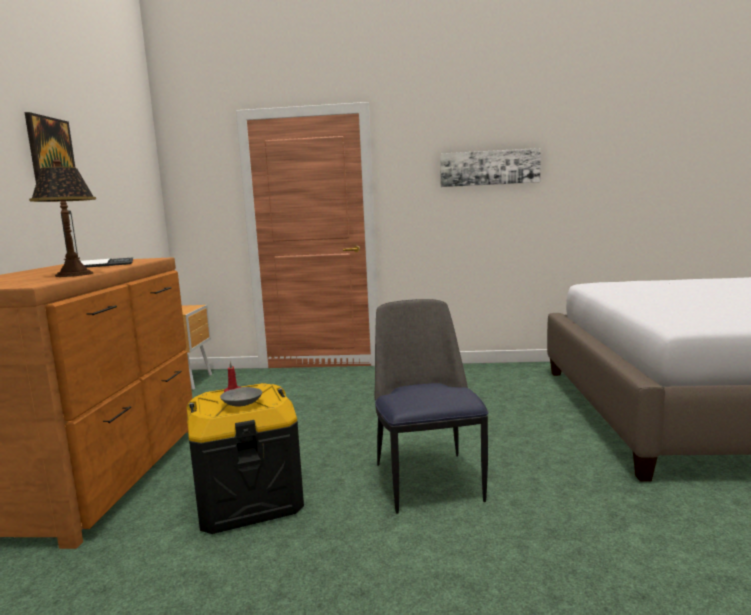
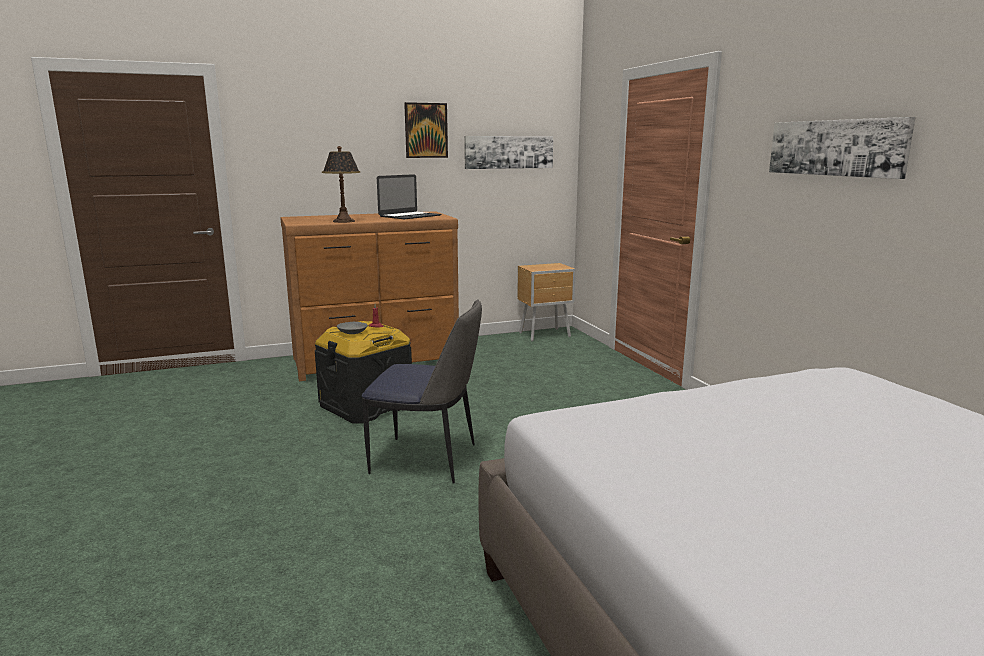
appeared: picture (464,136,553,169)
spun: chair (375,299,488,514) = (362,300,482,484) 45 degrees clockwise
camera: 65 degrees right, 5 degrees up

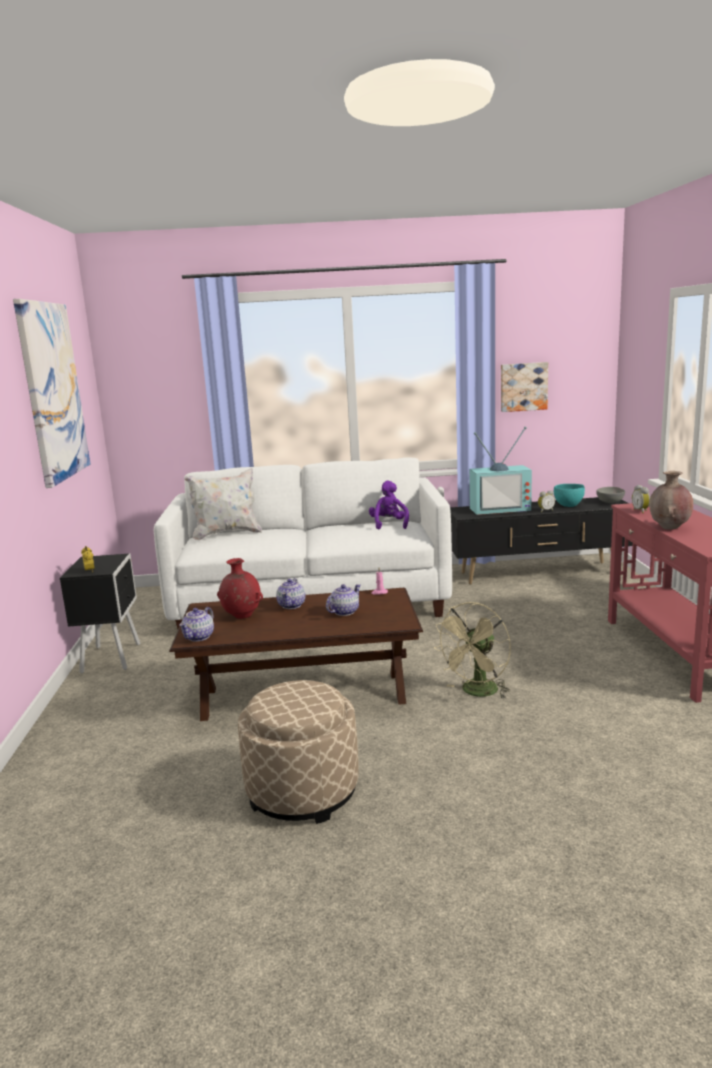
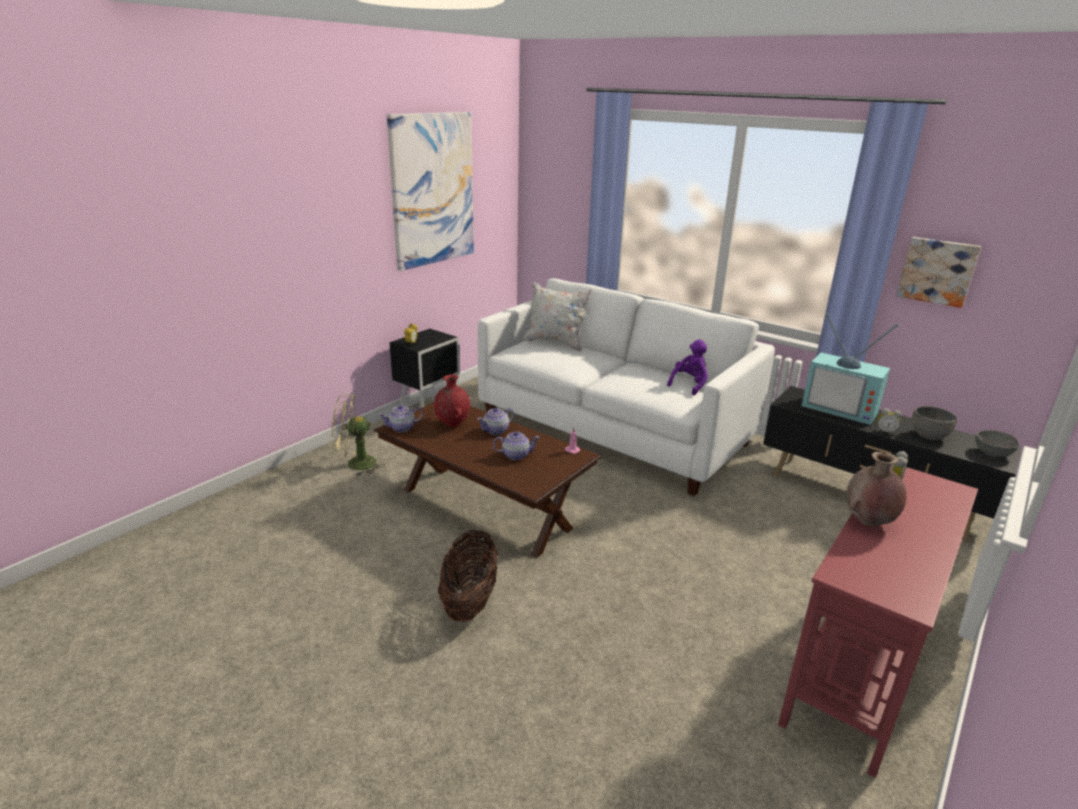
missing: pouffe (sand-coloured) (238,680,359,824)
appeared: household basket (438,530,498,622)
relocated: electric fan (sand-coloured) (434,602,511,699) to (331,393,385,476)
colour: bowl (turquoise-coloured) (554,484,585,507) to bowl (gray) (912,406,958,440)
camera: 40 degrees right, 10 degrees up

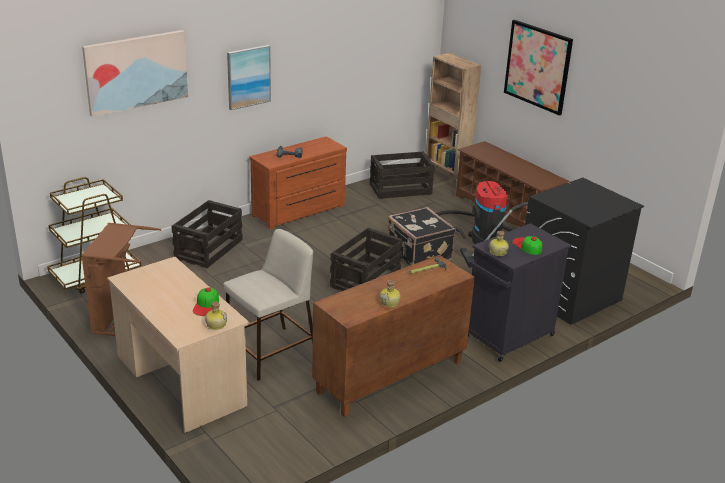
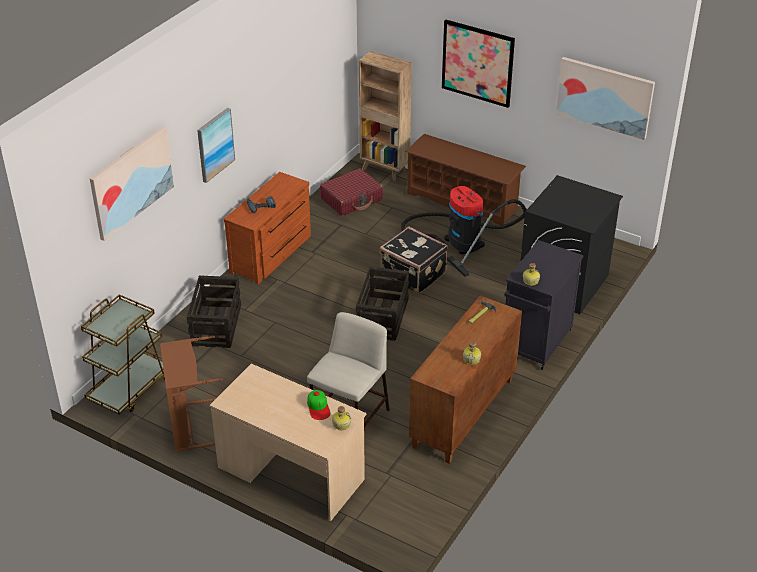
missing: peaked cap (513,236,542,255)
appeared: picture (556,57,655,140)
exchanged: shipping crate (370,151,435,199) to travel case (reddish) (320,168,383,216)
camera: 20 degrees left, 10 degrees up

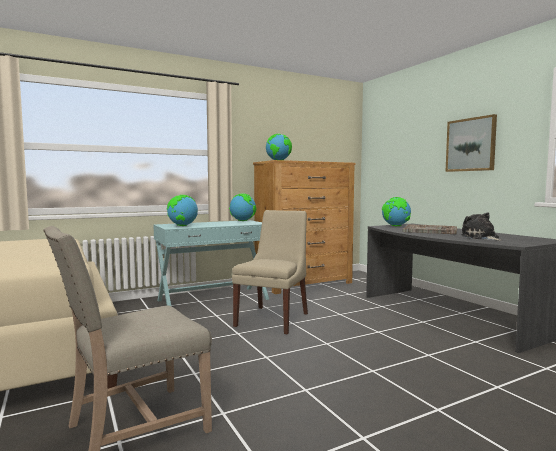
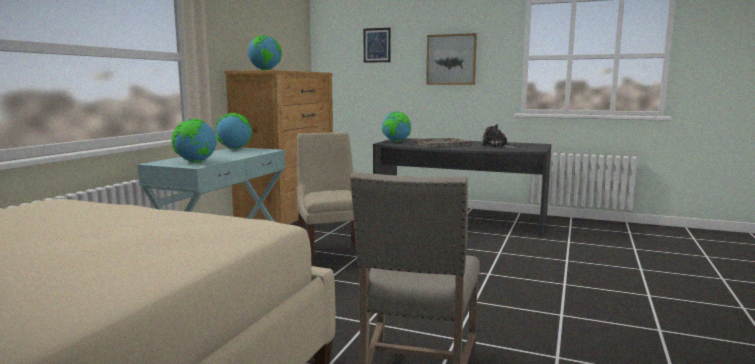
appeared: picture (364,28,391,63)
camera: 40 degrees left, 5 degrees up

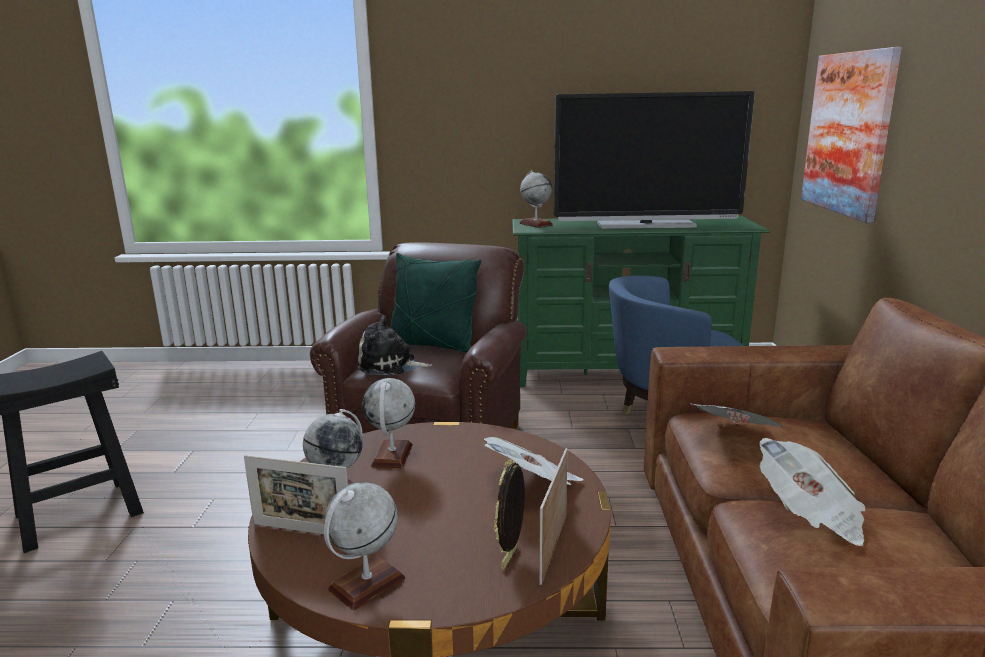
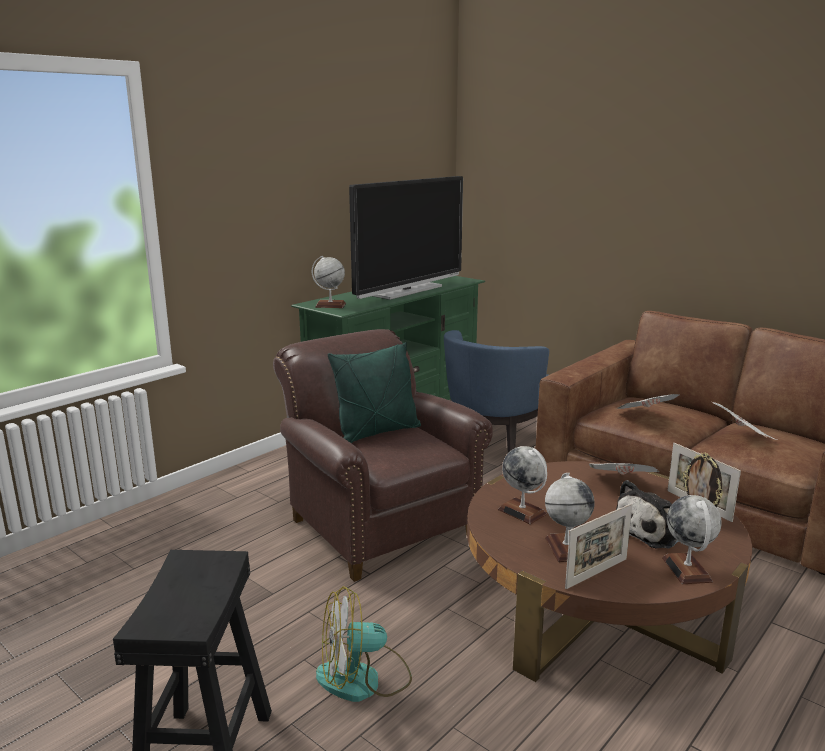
missing: picture (801,47,902,223)
appeared: electric fan (316,586,412,702)
relocated: plush toy (357,315,432,375) to (616,480,678,549)
camera: 50 degrees left, 0 degrees up

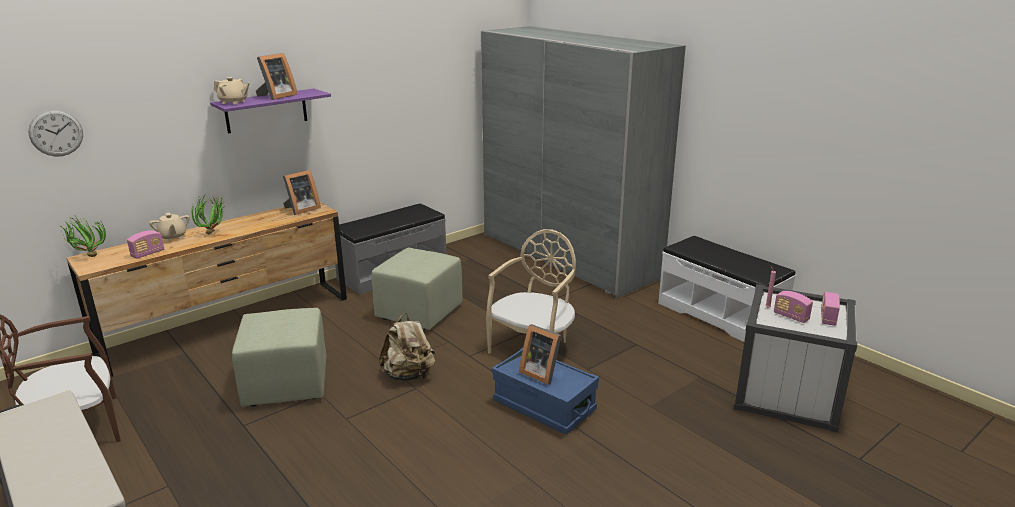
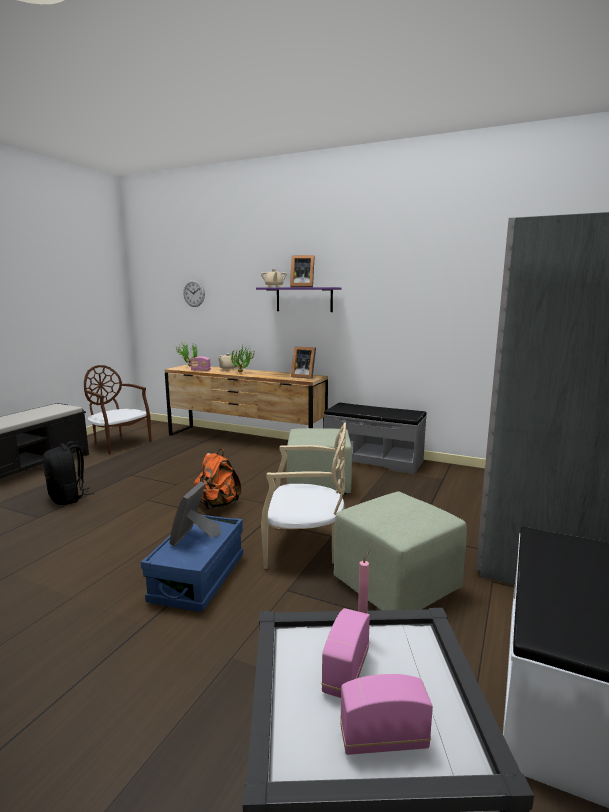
appeared: rucksack (black-coloured) (43,441,94,505)
relocated: pouffe (green) (232,308,326,407) to (334,491,467,610)
colour: rucksack (sand-coloured) (379,313,435,381) to rucksack (orangey) (194,449,241,509)
camera: 65 degrees right, 10 degrees down

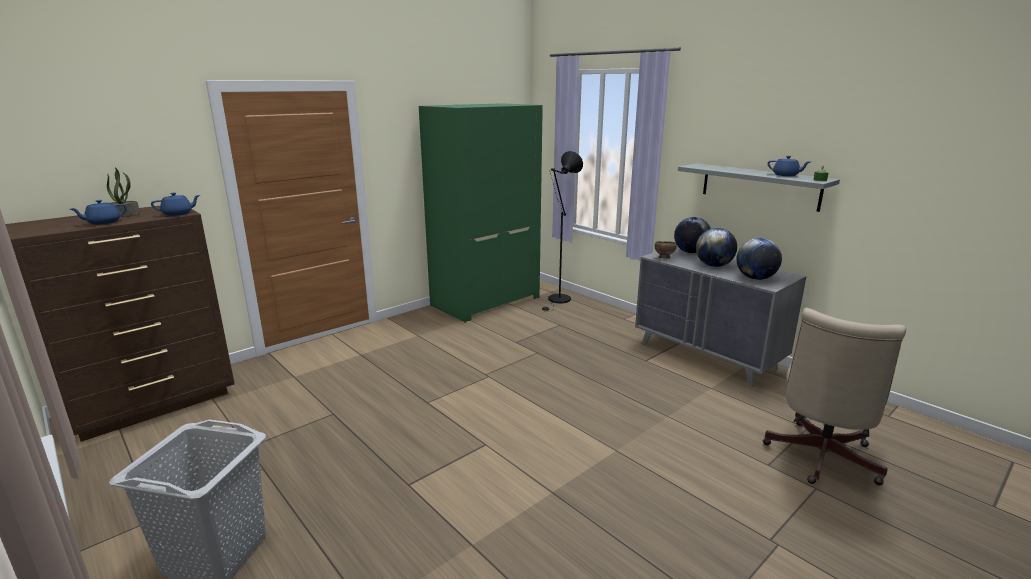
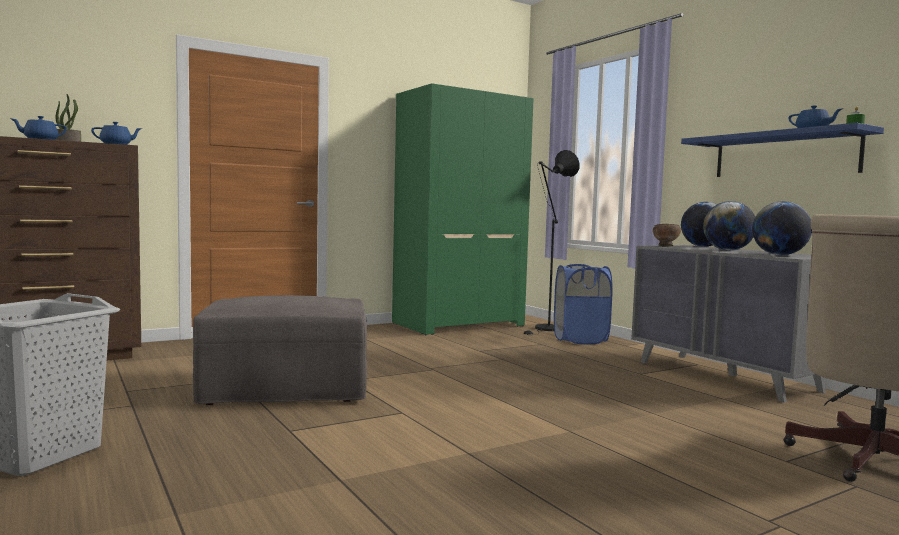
appeared: pouffe (gray) (193,295,367,405); laundry basket (bluish) (554,264,613,345)
colour: bracket shelf (gray) (678,163,840,212) to bracket shelf (bluish) (681,123,884,177)
camera: 10 degrees right, 15 degrees down

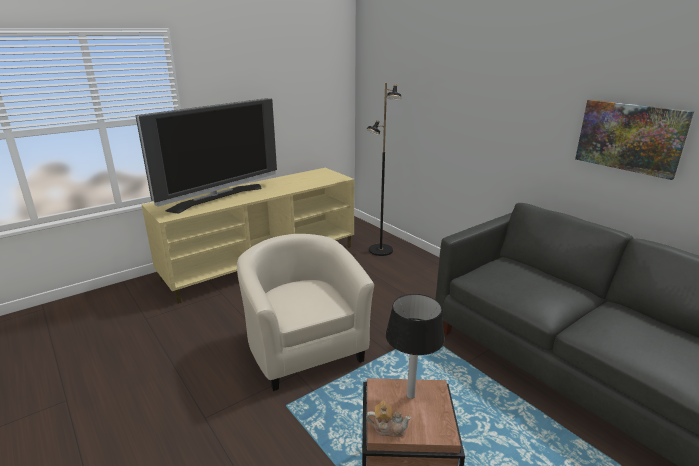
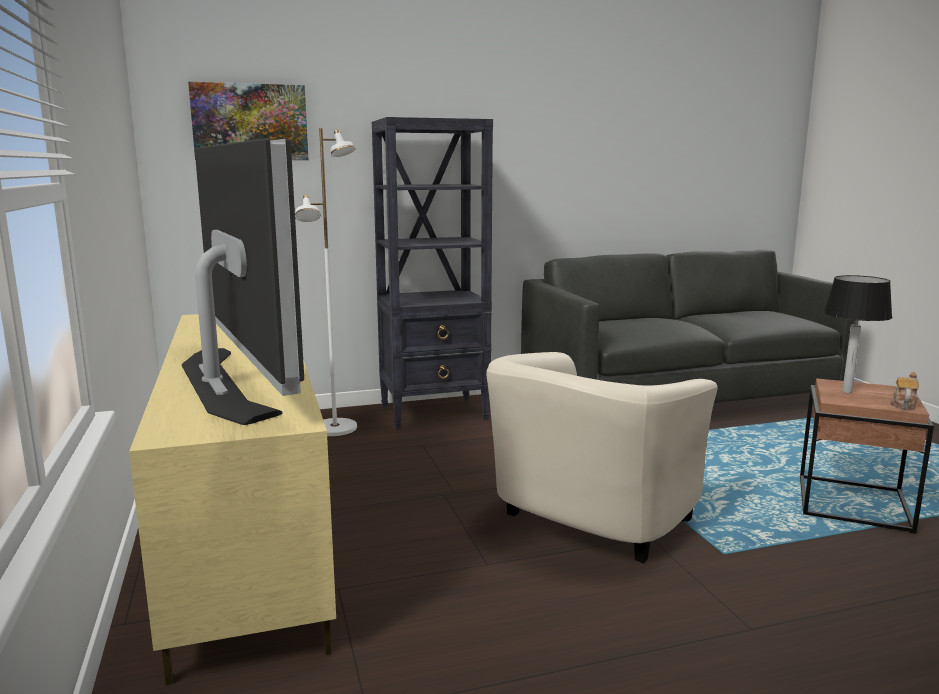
appeared: shelving unit (black-coloured) (372,117,493,430)
relocated: picture (575,100,694,180) to (188,82,308,160)
colour: floor lamp (black-coloured) (367,83,402,256) to floor lamp (whitish) (295,128,357,436)
spun: easy chair (sand-coloured) (237,234,374,391) = (486,352,718,563) 45 degrees counterclockwise
camera: 70 degrees left, 10 degrees down

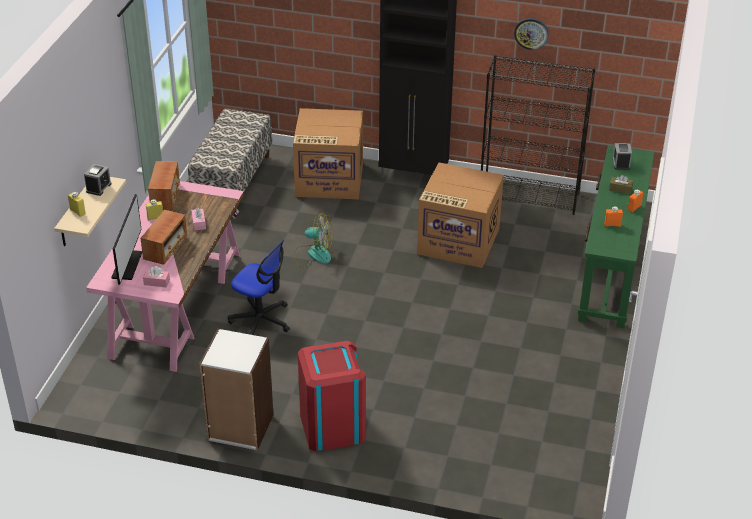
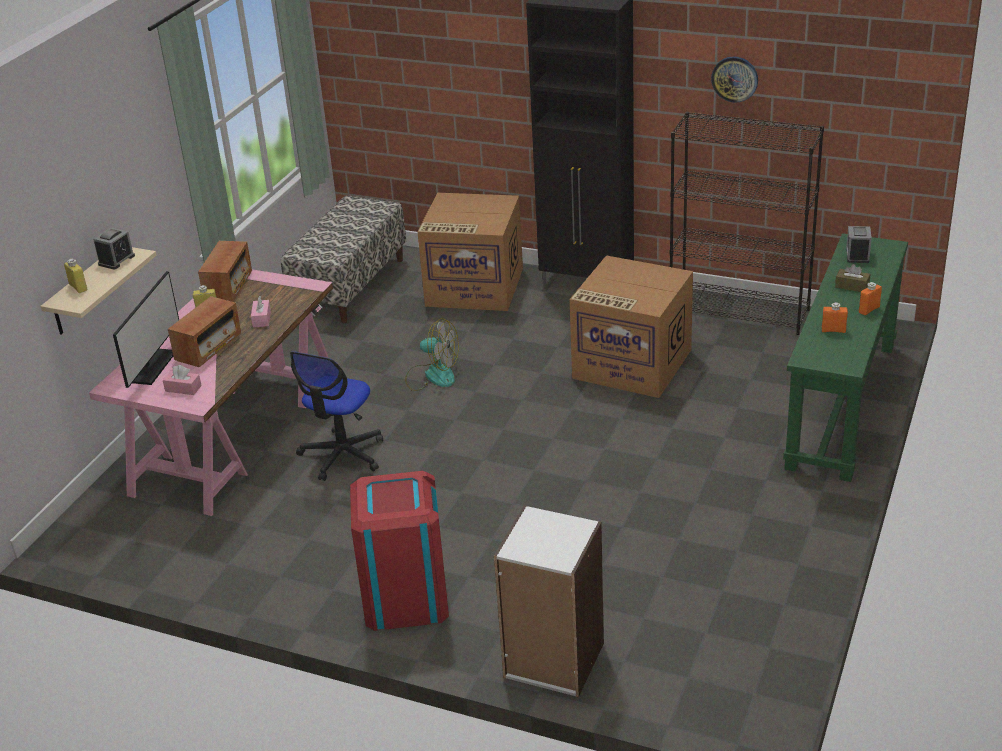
relocated: shelving unit (whitish) (199,329,274,451) to (494,505,604,697)
spun: computer chair (228,240,290,335) = (290,351,383,481) 75 degrees clockwise
camera: 10 degrees right, 5 degrees down

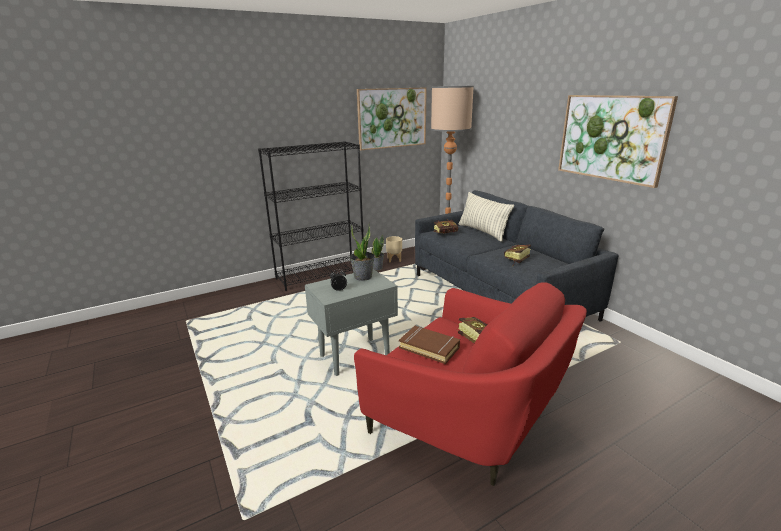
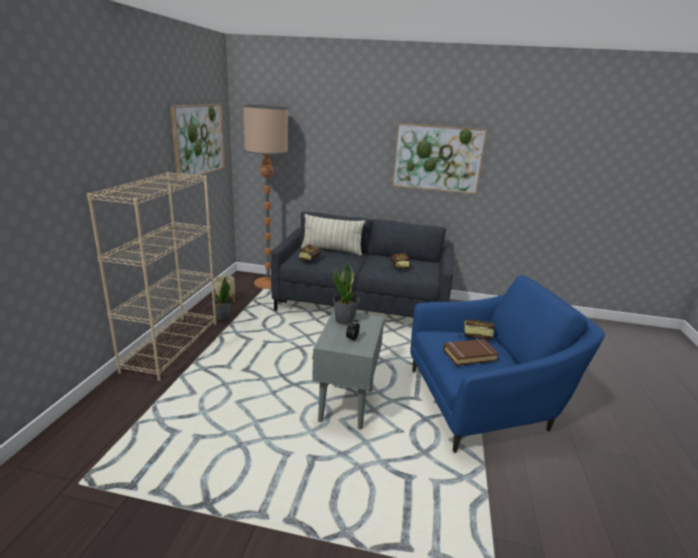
colour: shelving unit (black-coloured) (258,141,364,291) to shelving unit (sand-coloured) (87,172,216,381); easy chair (reddish) (354,282,587,486) to easy chair (bluish) (410,275,605,453)
camera: 50 degrees left, 0 degrees up

